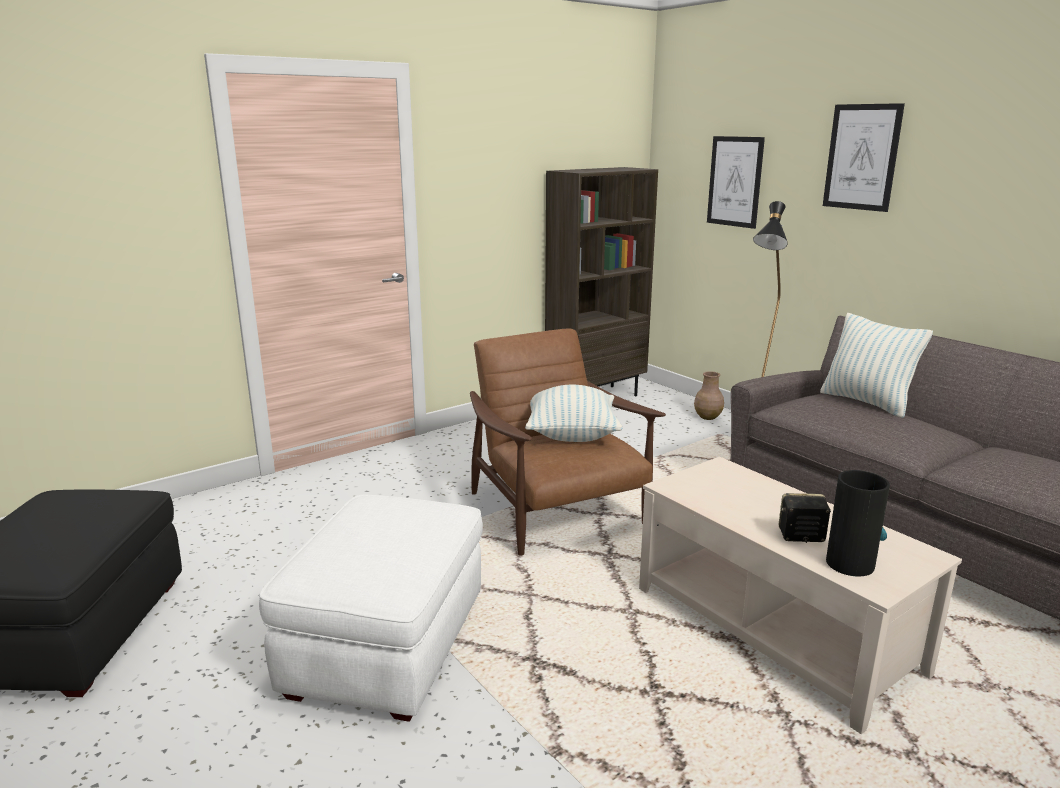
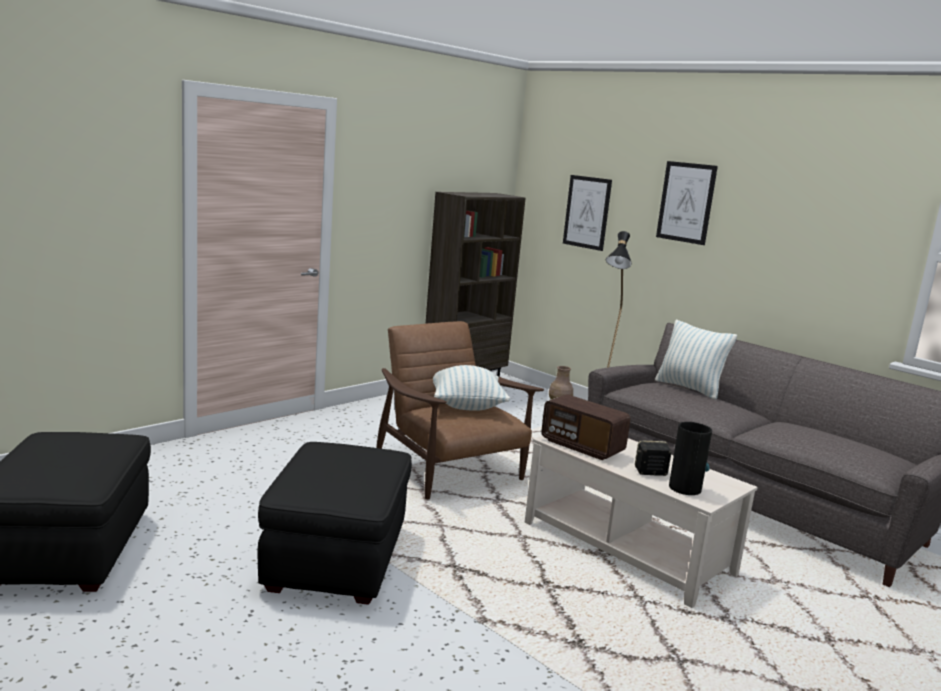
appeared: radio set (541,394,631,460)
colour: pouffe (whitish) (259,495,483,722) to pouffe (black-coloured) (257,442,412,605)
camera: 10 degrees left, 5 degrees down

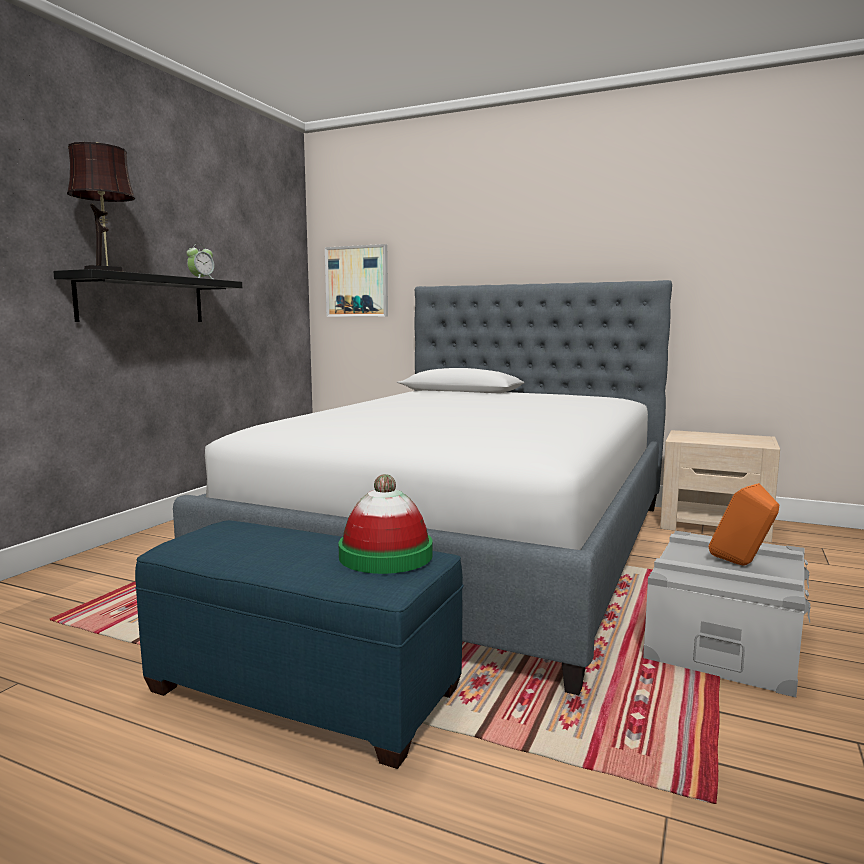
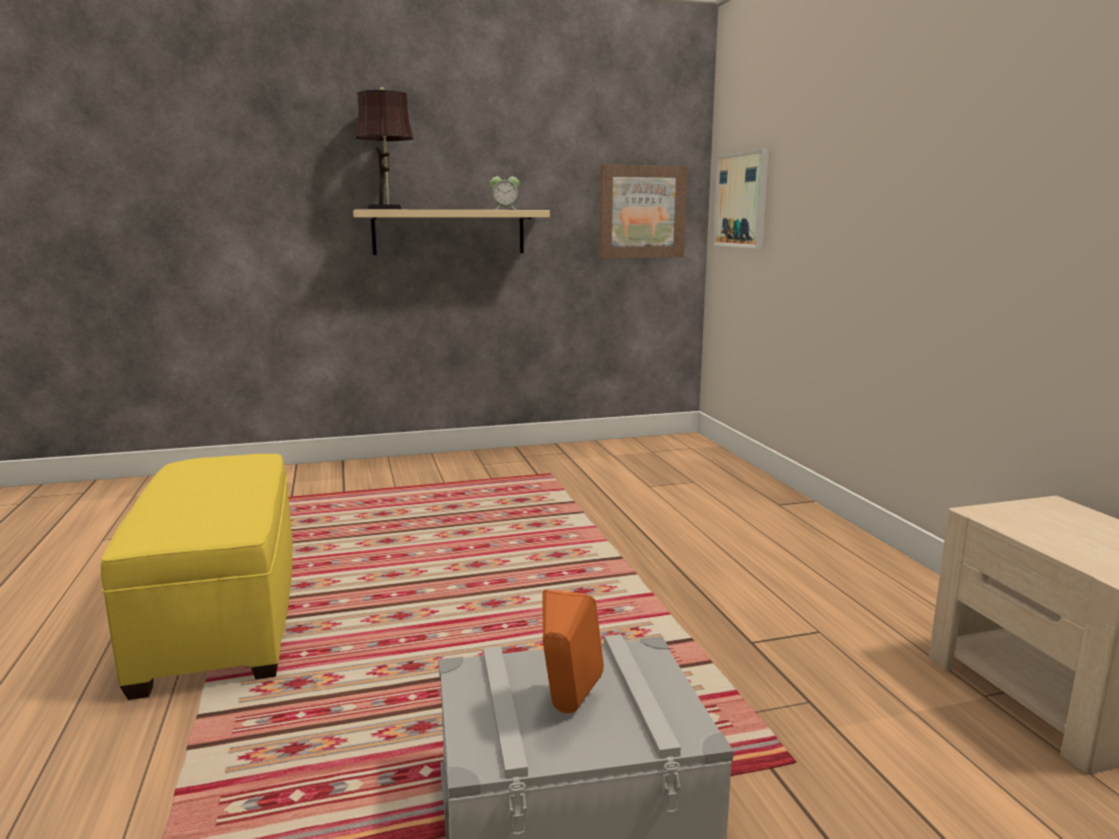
missing: sleeping bed (173,280,672,695); clothing hat (338,474,432,574)
appeared: picture (599,164,687,258)
colour: bracket shelf (black-coloured) (53,269,242,322) to bracket shelf (sand-coloured) (353,209,550,255); pouffe (bluish) (135,520,464,769) to pouffe (yellowish) (101,454,293,700)
camera: 50 degrees right, 5 degrees up

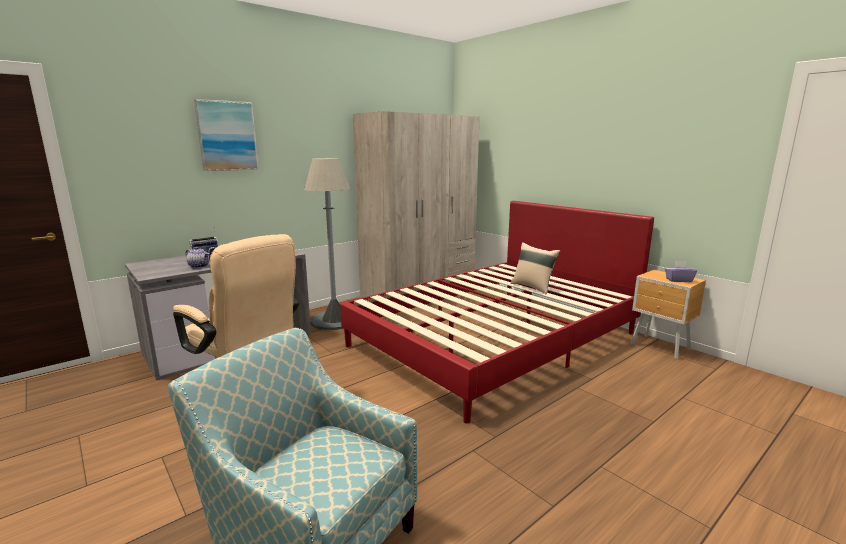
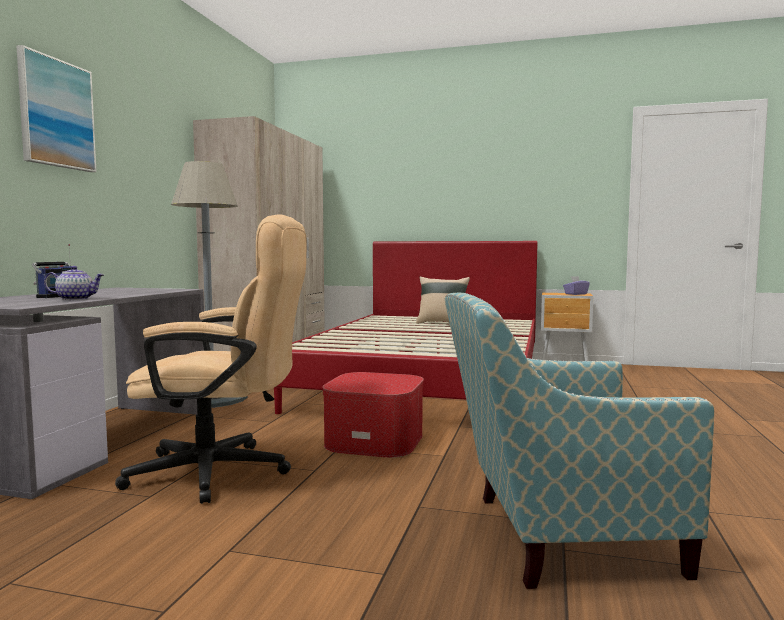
appeared: pouffe (322,372,424,458)
camera: 35 degrees left, 10 degrees down

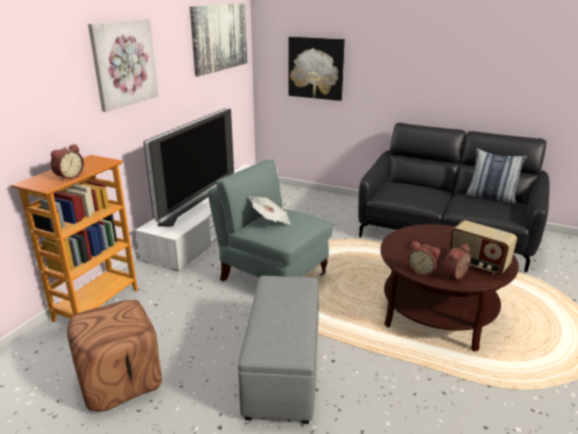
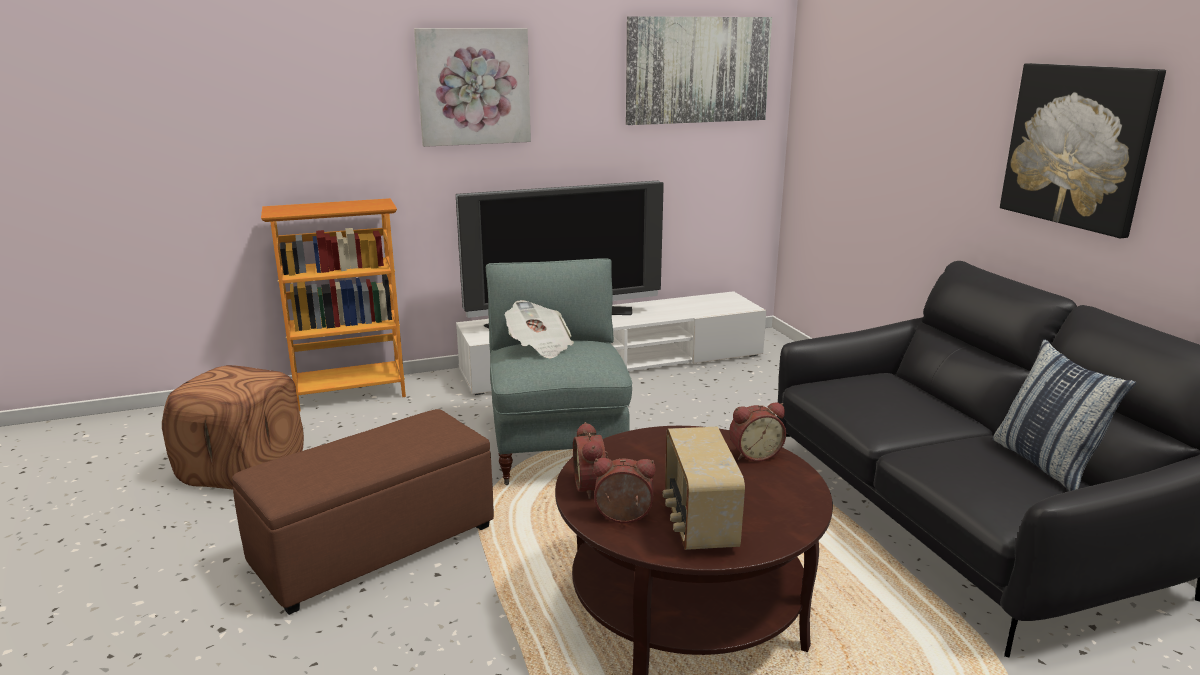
relocated: bedside clock (51,144,84,181) to (729,402,786,462); picture (288,37,345,101) to (1000,63,1166,238)
colour: pouffe (gray) (238,276,319,424) to pouffe (brown) (232,409,494,615)
camera: 45 degrees right, 5 degrees down

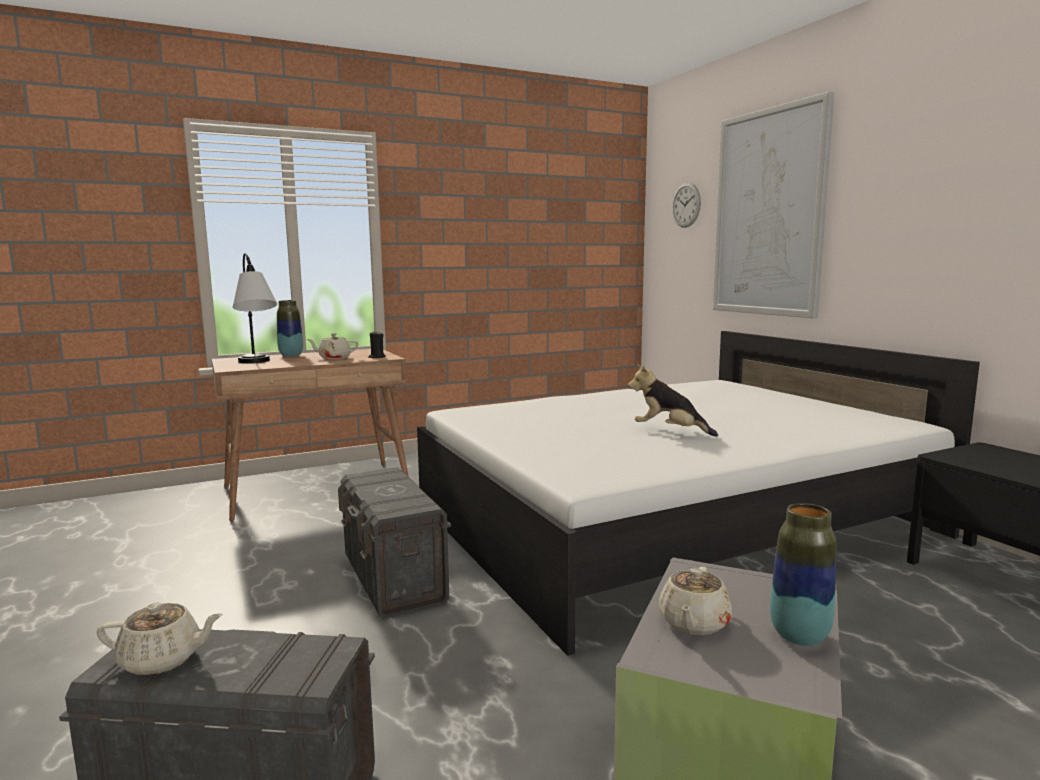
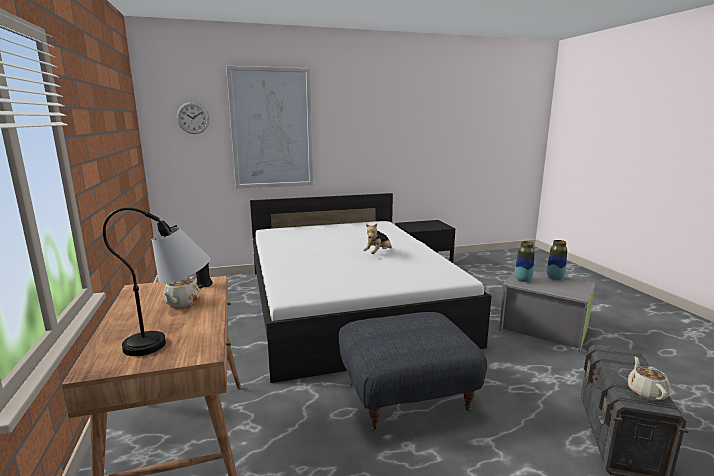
missing: teapot (sand-coloured) (659,567,732,635)
relocated: vase (277,300,303,357) to (515,241,535,282)
exchanged: storage bin (gray) (338,467,451,619) to pouffe (gray) (339,312,487,432)
camera: 80 degrees left, 5 degrees up

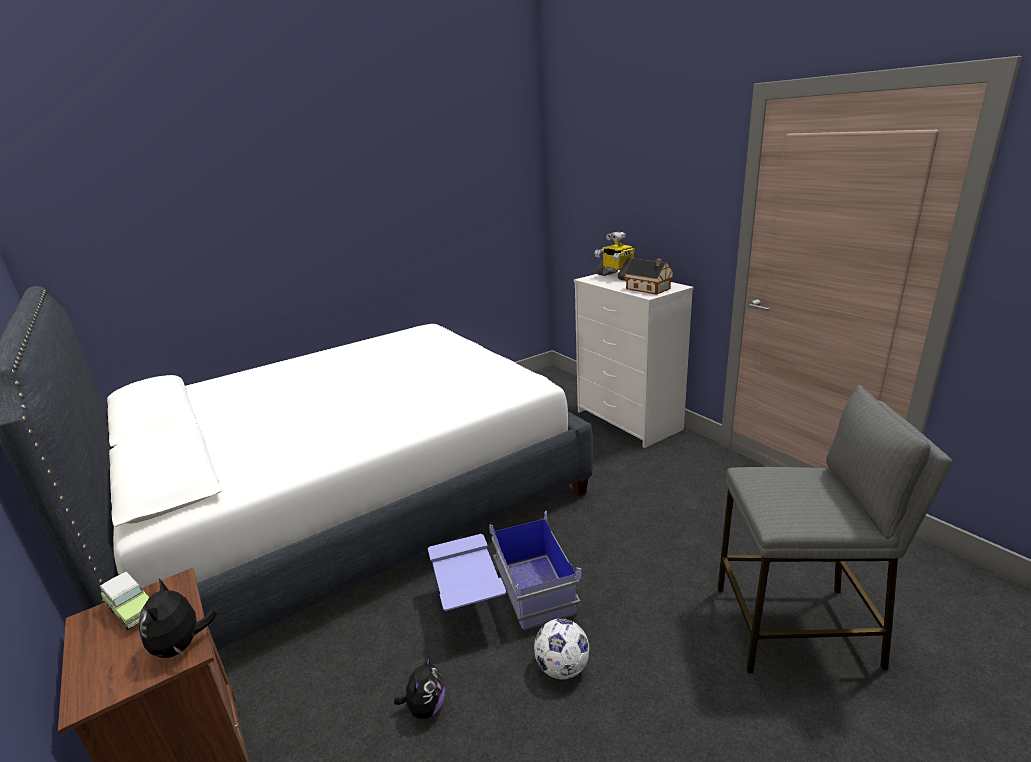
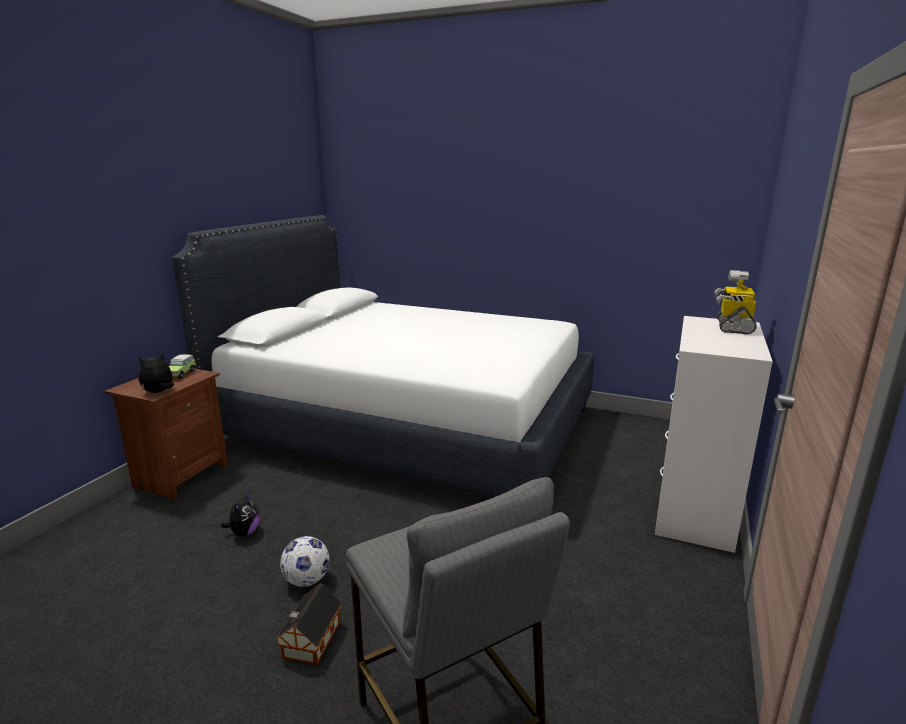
missing: storage bin (bluish) (428,510,582,630)
relocated: toy house (624,258,674,295) to (275,584,342,665)
spun: plush toy (394,655,445,719) = (221,492,260,536) 60 degrees counterclockwise
camera: 55 degrees right, 5 degrees down

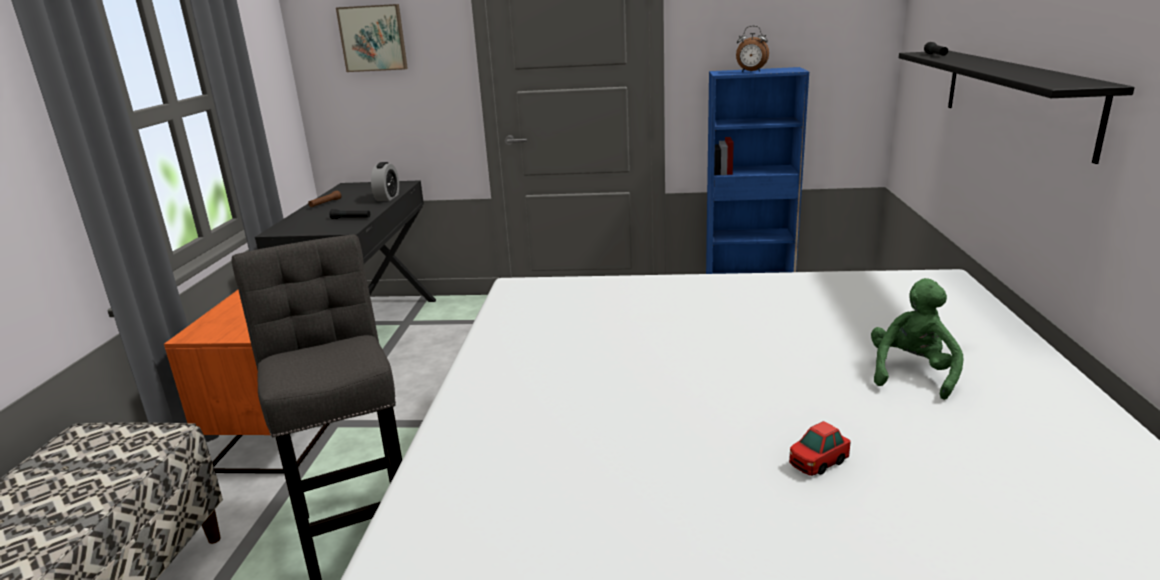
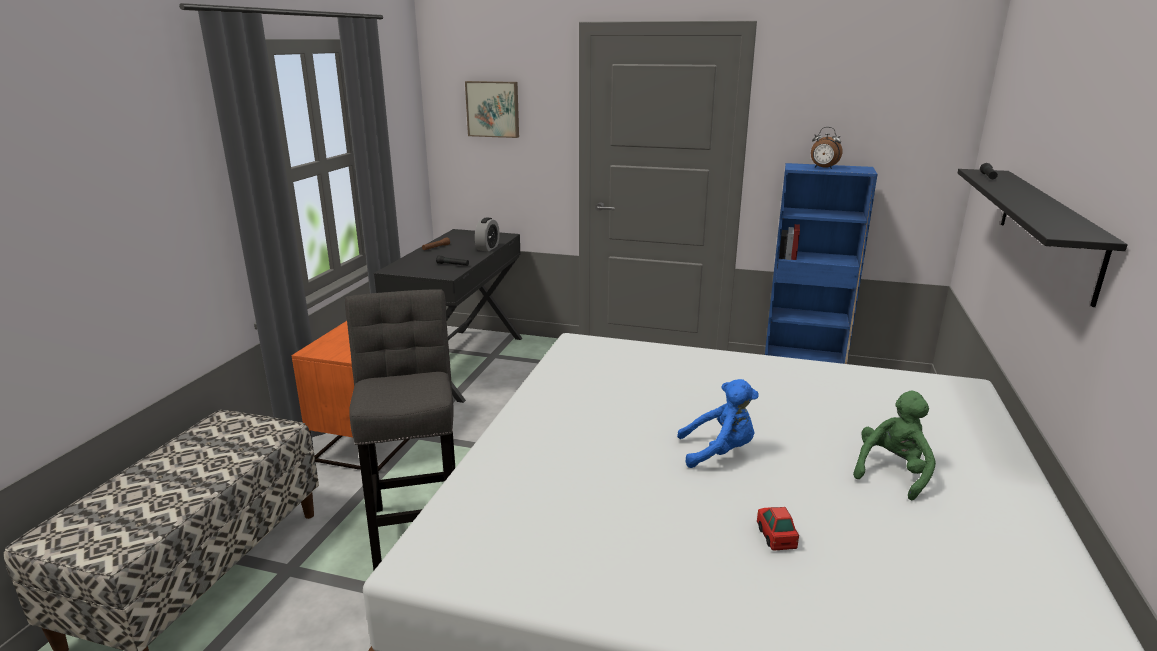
appeared: plush toy (bluish) (677,379,759,468)
spun: miniature car (789,421,851,476) = (757,507,799,551) 105 degrees clockwise
camera: 10 degrees right, 0 degrees up

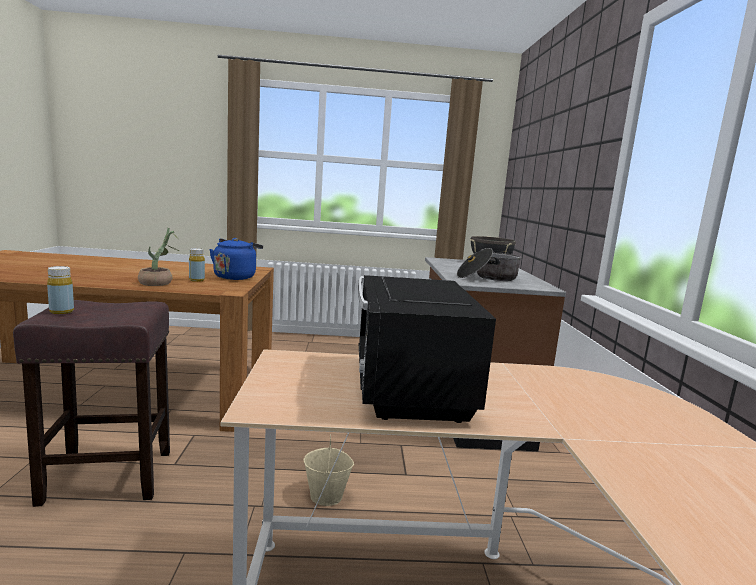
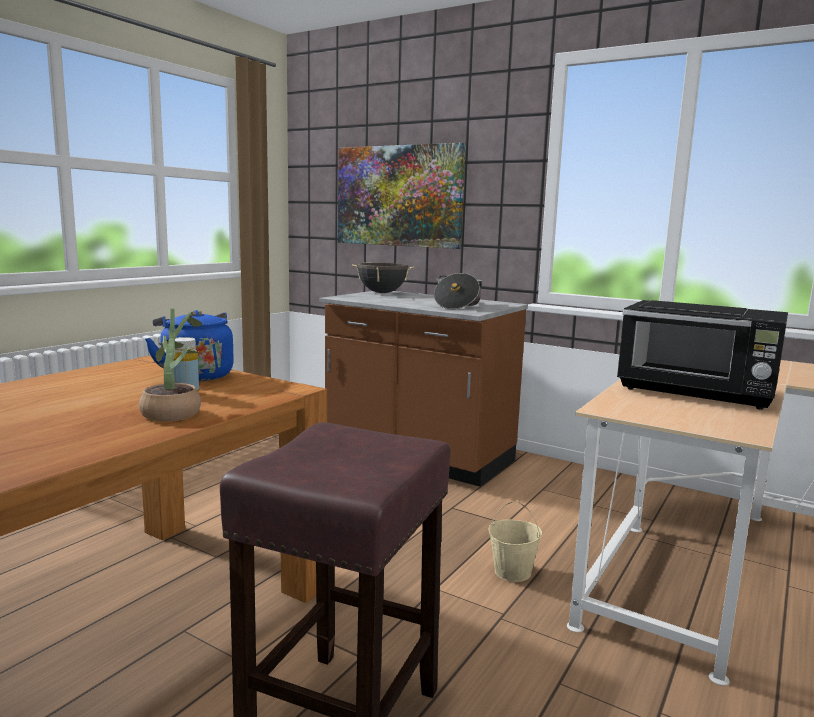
missing: beverage bottle (yellowish) (47,266,74,314)
appeared: picture (338,143,466,249)
camera: 55 degrees left, 0 degrees up

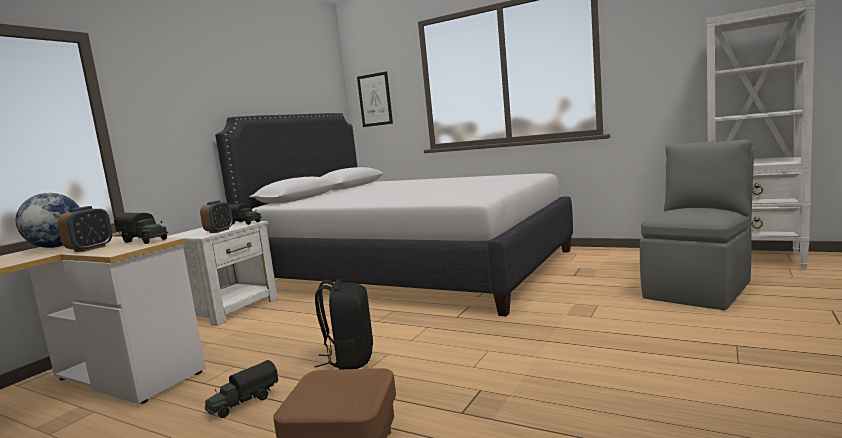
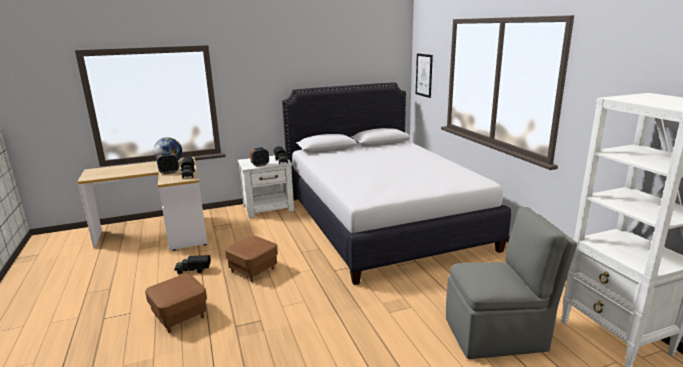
exchanged: rucksack (black-coloured) (314,279,373,370) to pouffe (brown) (225,236,278,282)
camera: 40 degrees right, 10 degrees up

